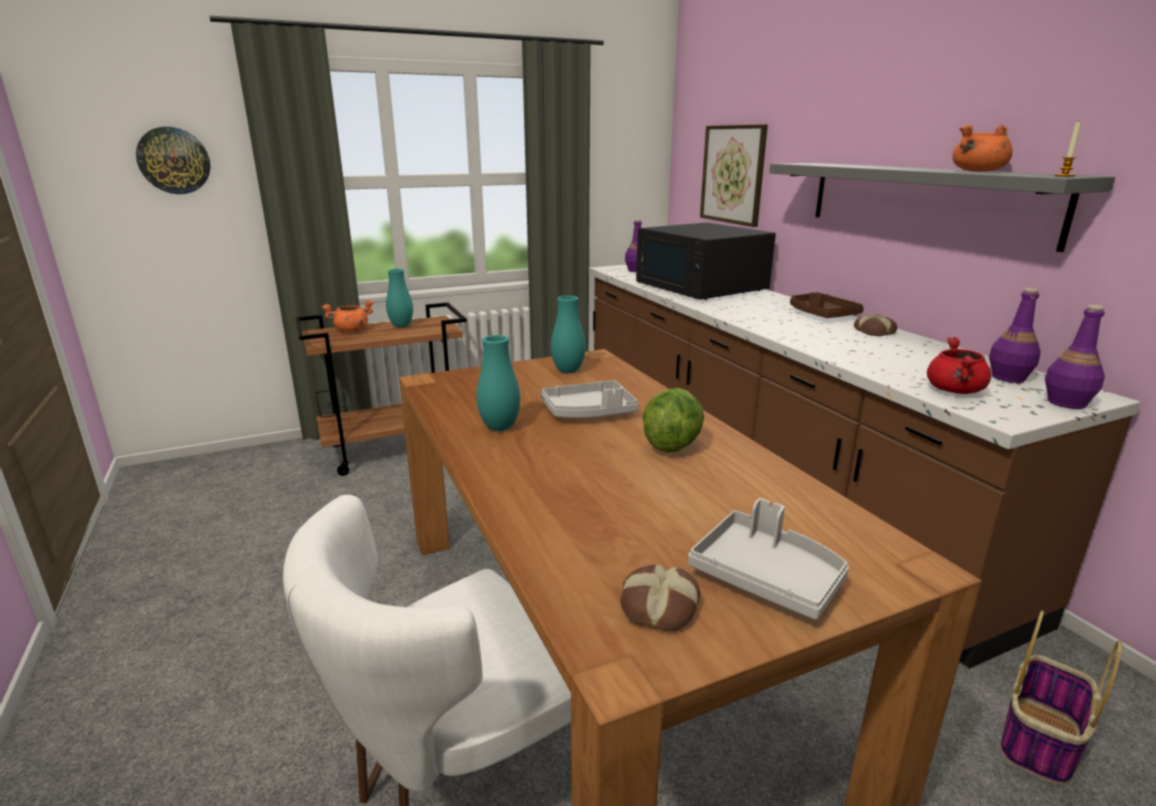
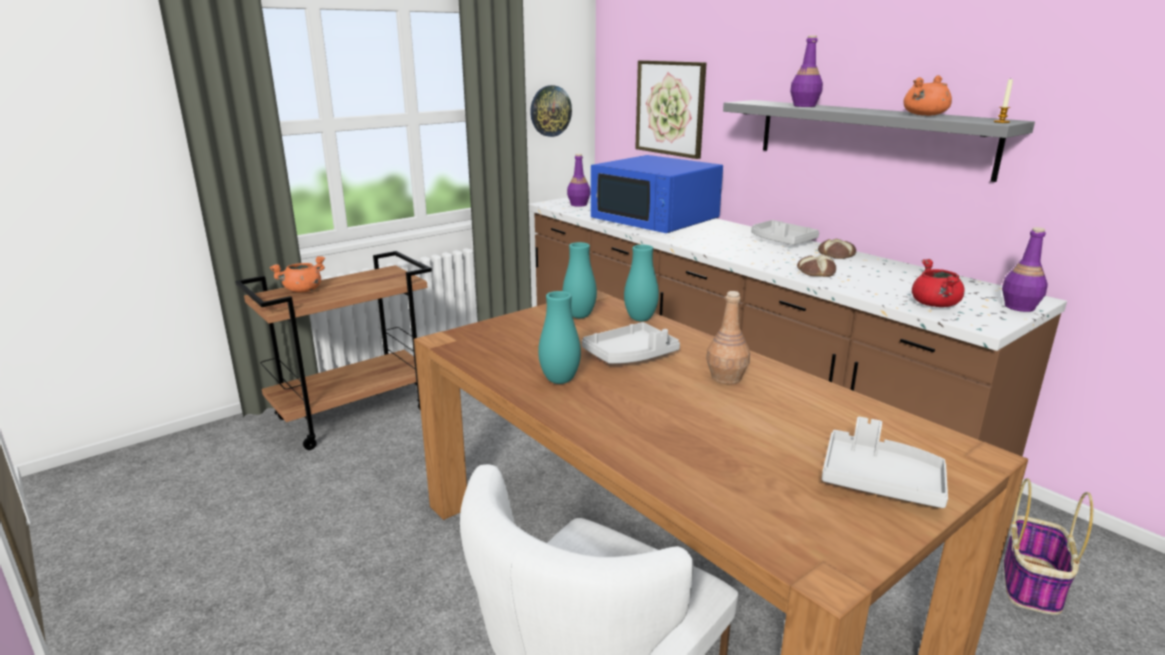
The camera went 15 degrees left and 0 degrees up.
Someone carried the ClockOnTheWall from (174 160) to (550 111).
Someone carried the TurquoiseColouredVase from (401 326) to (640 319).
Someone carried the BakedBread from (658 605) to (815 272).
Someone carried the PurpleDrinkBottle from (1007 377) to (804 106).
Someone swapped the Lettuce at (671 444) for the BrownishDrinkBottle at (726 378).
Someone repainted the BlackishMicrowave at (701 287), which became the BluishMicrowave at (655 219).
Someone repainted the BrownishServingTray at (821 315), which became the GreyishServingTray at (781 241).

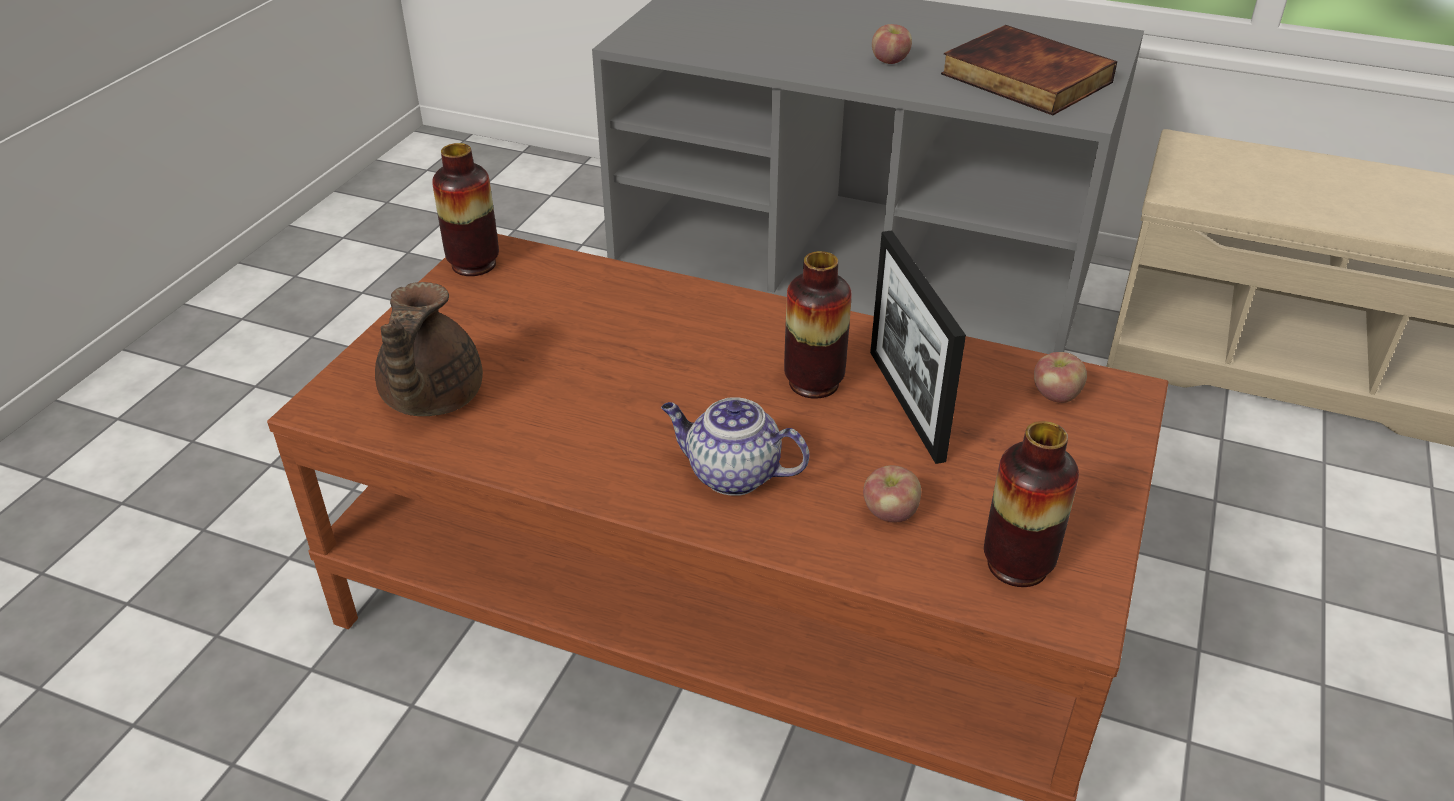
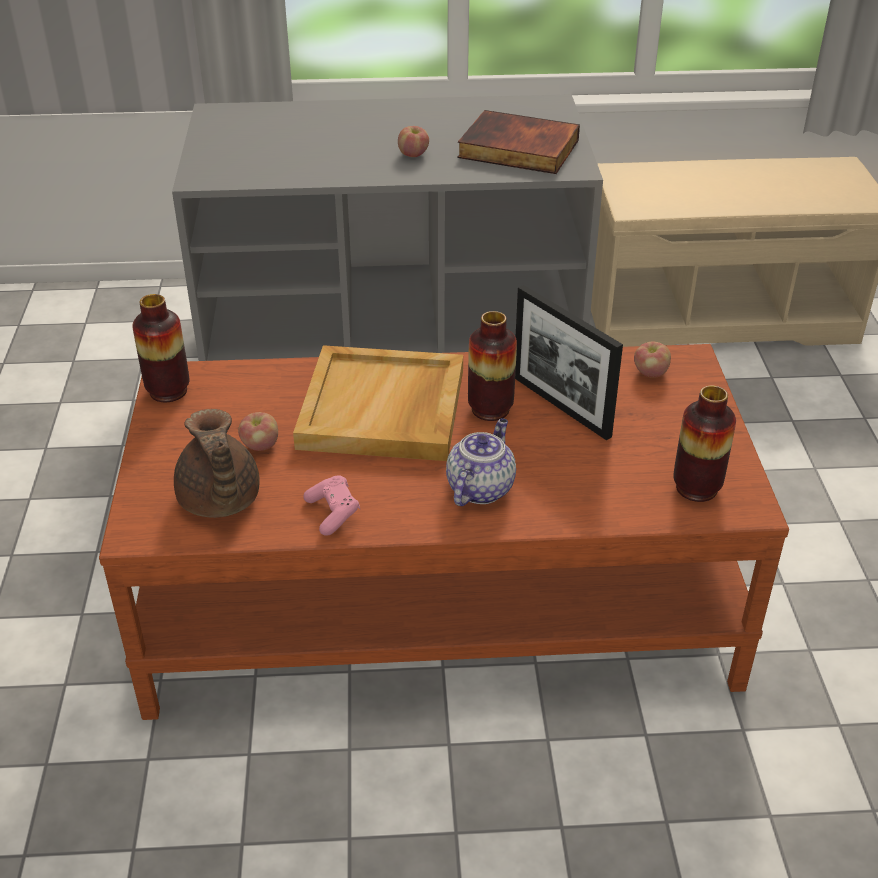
The camera went 25 degrees left and 0 degrees up.
Someone put down the BeigeColouredServingTray at (383 409).
Someone put down the PinkColouredGamepad at (333 513).
Someone carried the Apple from (890 513) to (260 446).
Someone rotated the Teapot at (731 474) by 120 degrees clockwise.

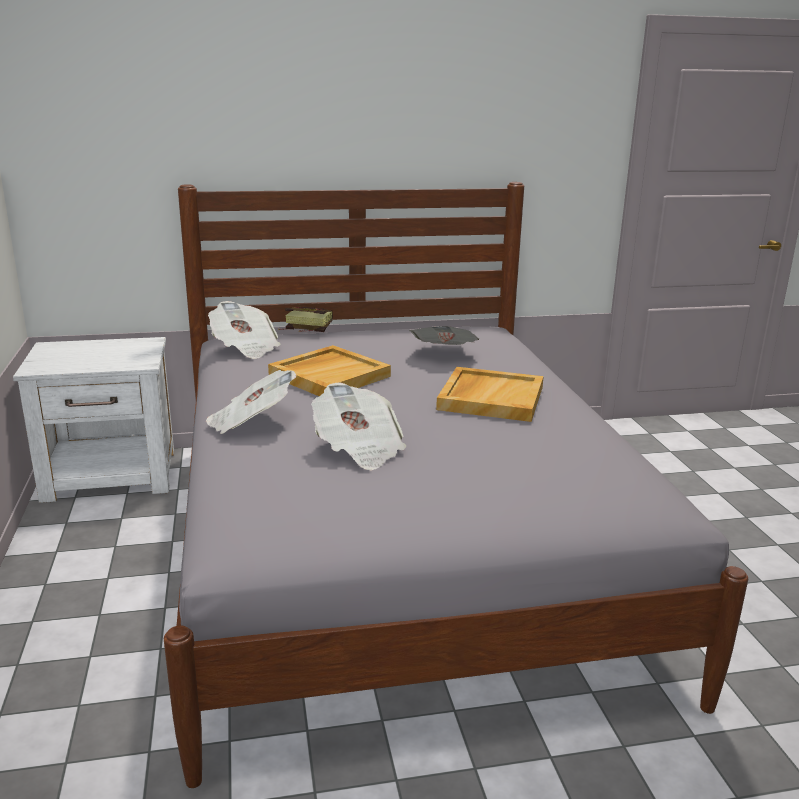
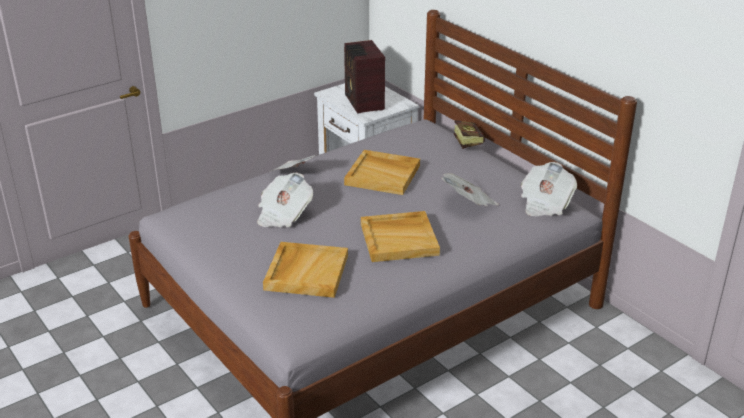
The camera went 65 degrees right and 10 degrees up.
Someone put down the BeigeColouredServingTray at (306 272).
Someone put down the RadioSet at (363 103).
Someone carried the DailyPaper from (245 348) to (545 203).

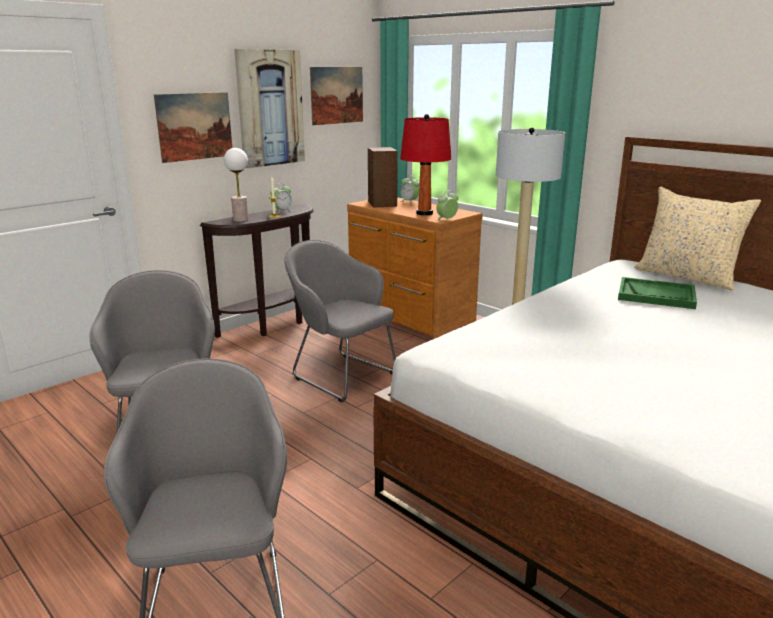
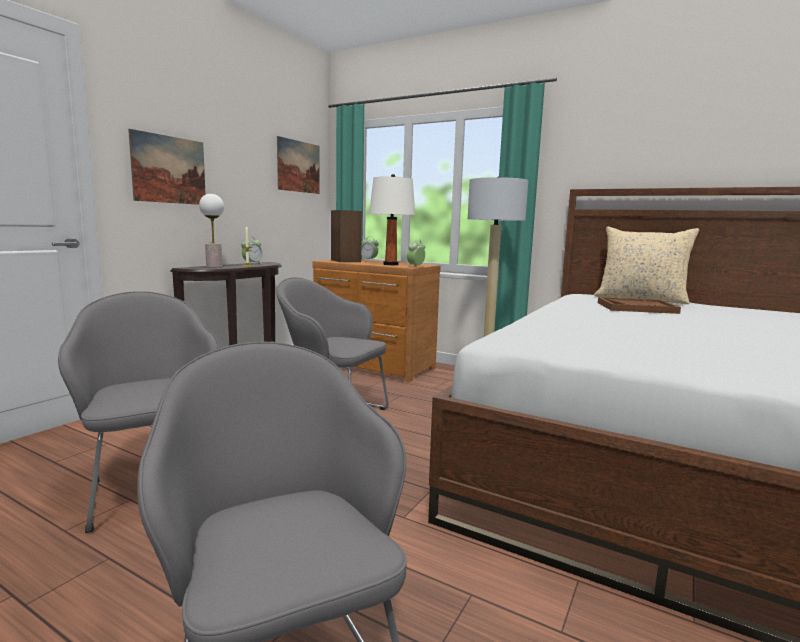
The camera went 15 degrees left and 10 degrees down.
Someone took away the WallPicture at (270 108).
Someone repainted the ReddishTabletopLamp at (424 213), which became the WhiteColouredTabletopLamp at (391 264).
Someone repainted the GreenColouredServingTray at (656 295), which became the BrownishServingTray at (636 308).

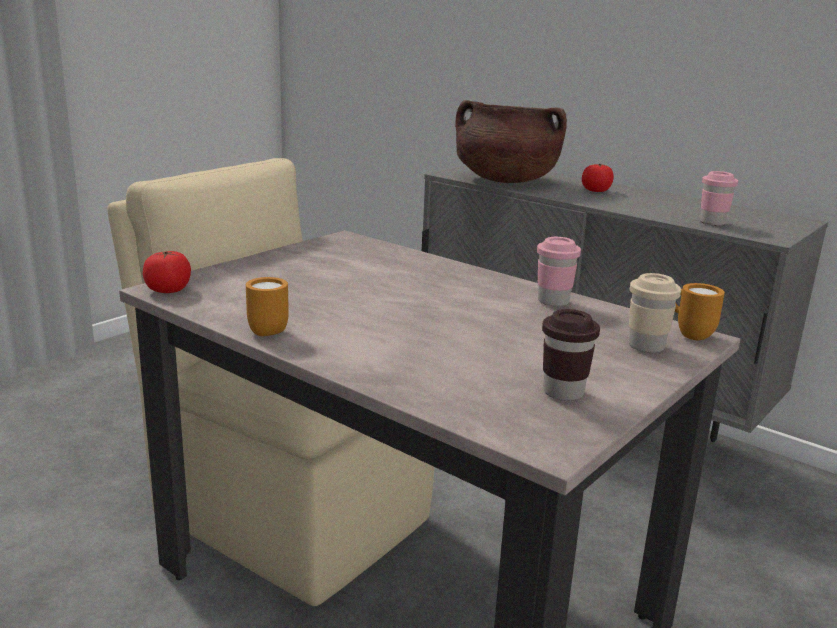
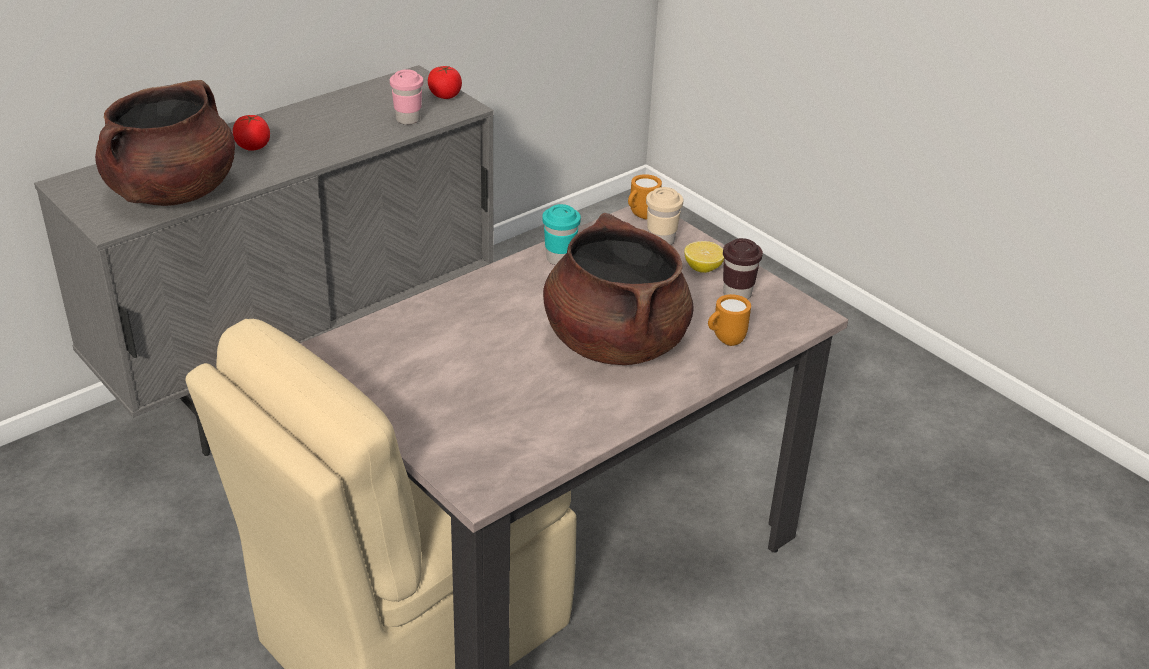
The camera went 80 degrees left and 15 degrees up.
Someone put down the BrownishCookingPot at (614 342).
Someone put down the Lemon at (703 268).
Someone carried the WholeTomato from (168 290) to (445 95).
Someone carried the OrangeyMug from (265 330) to (724 341).
Someone repainted the PinkColouredCup at (553 301), which became the TurquoiseColouredCup at (560 259).

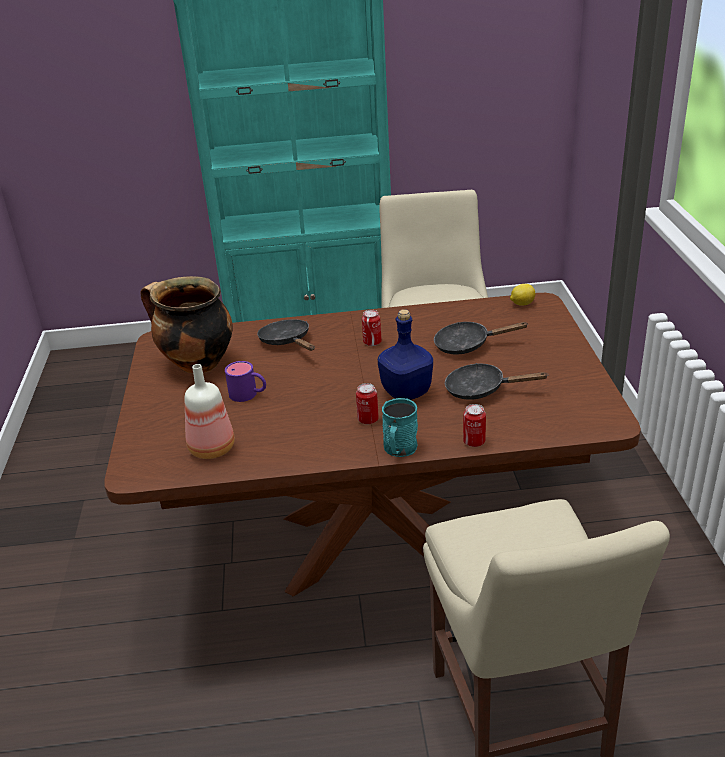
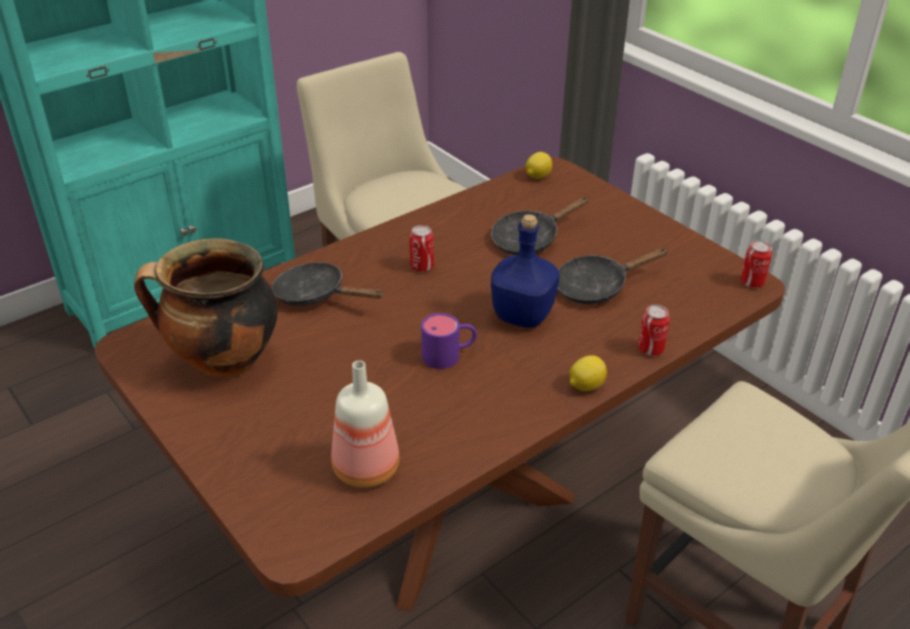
The camera went 35 degrees left and 5 degrees up.
Someone carried the PurpleMug from (249 394) to (449 355).
Someone carried the MetalCan from (368 419) to (752 282).
Someone swapped the TurquoiseColouredMug at (399 449) for the Lemon at (585 386).

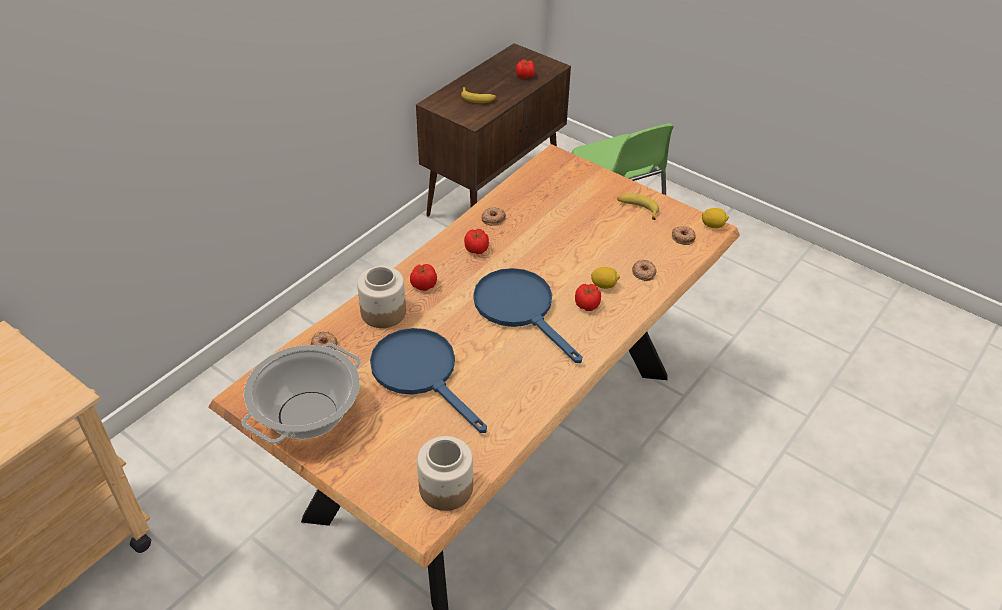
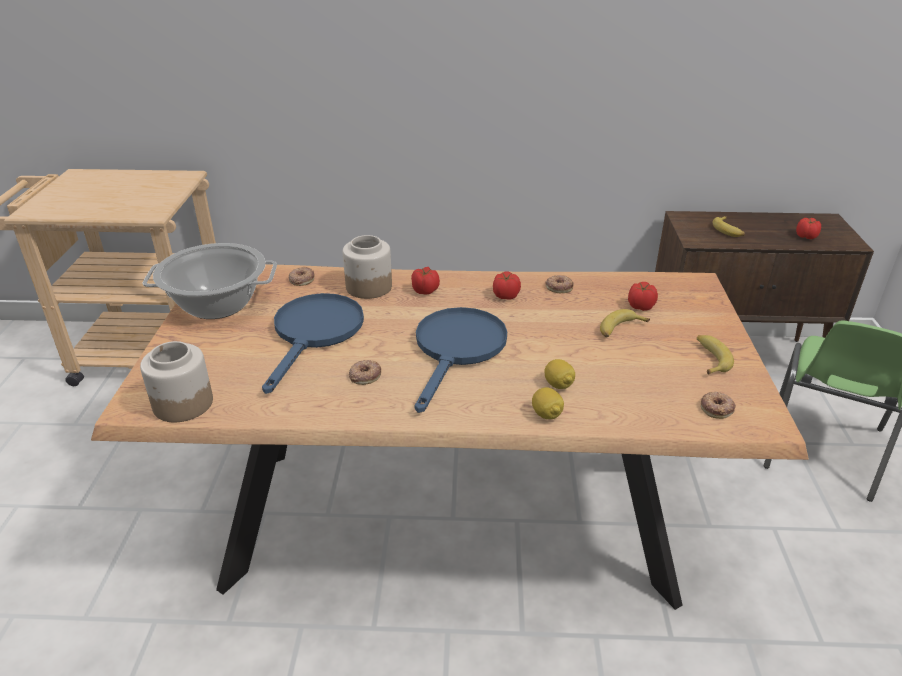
The camera went 55 degrees right and 10 degrees down.
Someone put down the WholeBanana at (620 329).
Someone carried the WholeTomato from (587 305) to (640 306).
Someone carried the Donut from (643 272) to (365 375).
Someone carried the Lemon from (713 225) to (546 414).

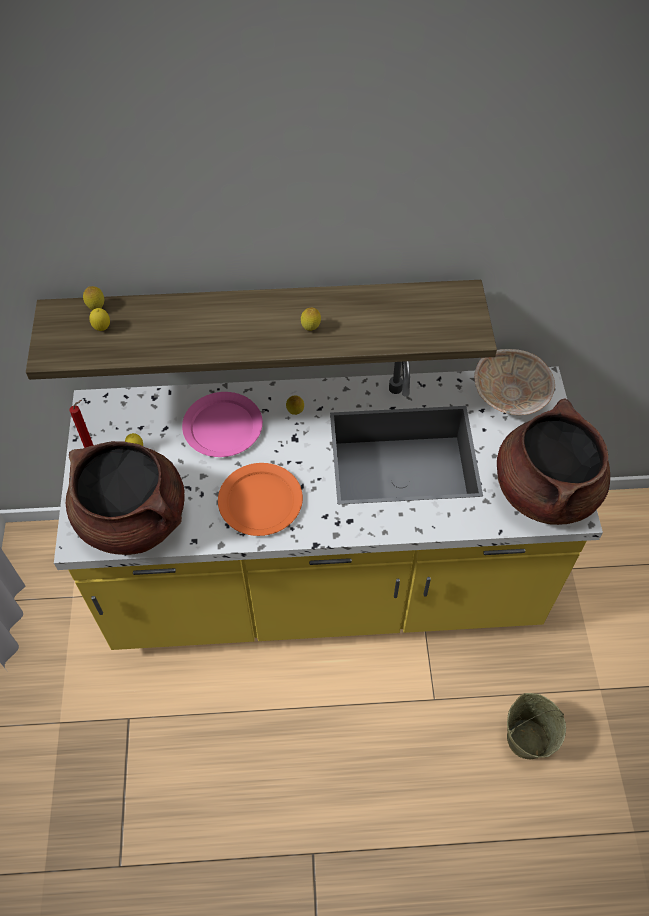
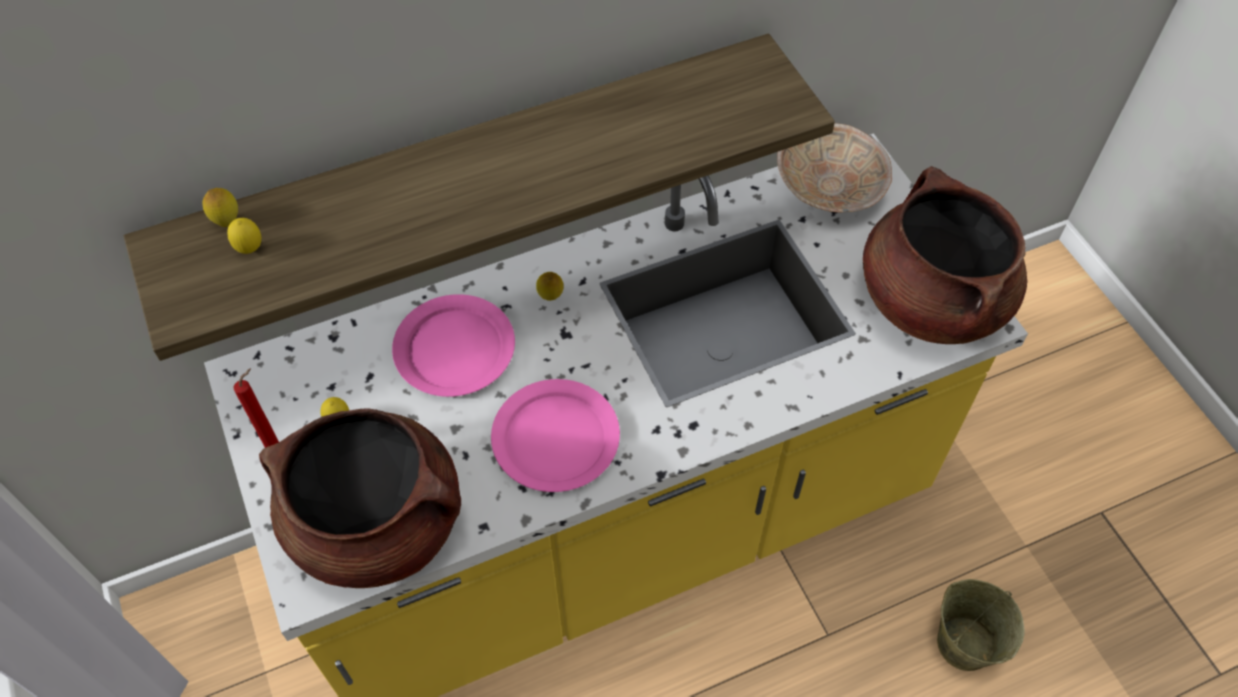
The camera went 20 degrees left and 0 degrees up.
Someone took away the Lemon at (311 329).
Someone repainted the OrangeyFlatDish at (261 501), which became the PinkColouredFlatDish at (557 438).

